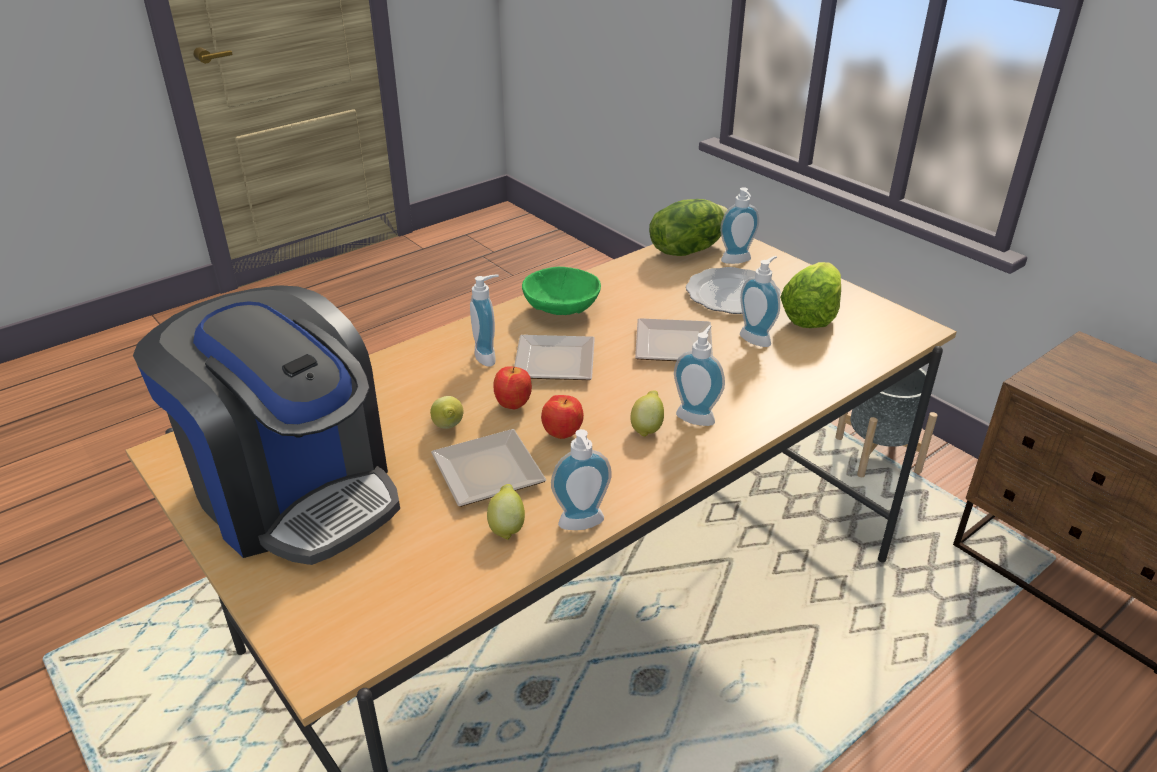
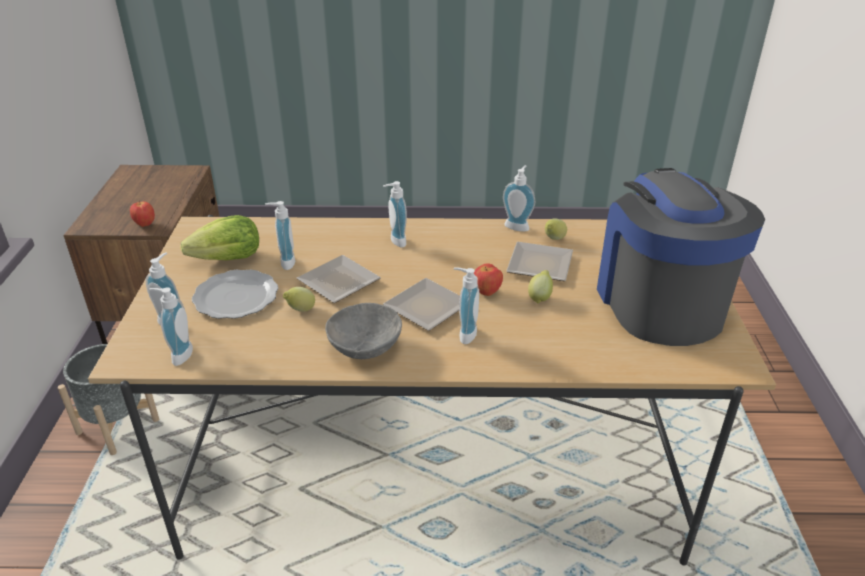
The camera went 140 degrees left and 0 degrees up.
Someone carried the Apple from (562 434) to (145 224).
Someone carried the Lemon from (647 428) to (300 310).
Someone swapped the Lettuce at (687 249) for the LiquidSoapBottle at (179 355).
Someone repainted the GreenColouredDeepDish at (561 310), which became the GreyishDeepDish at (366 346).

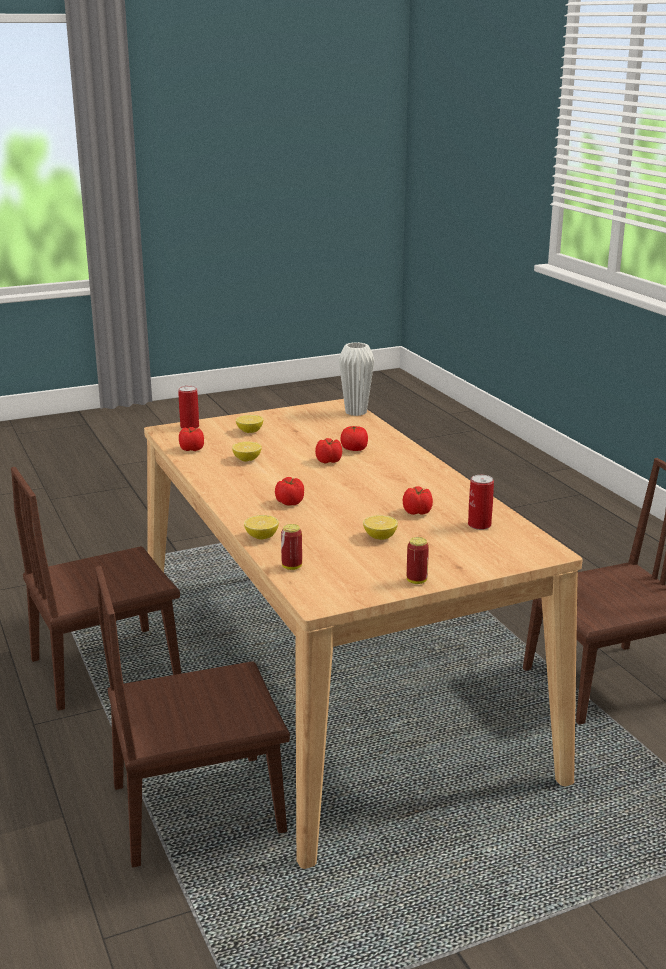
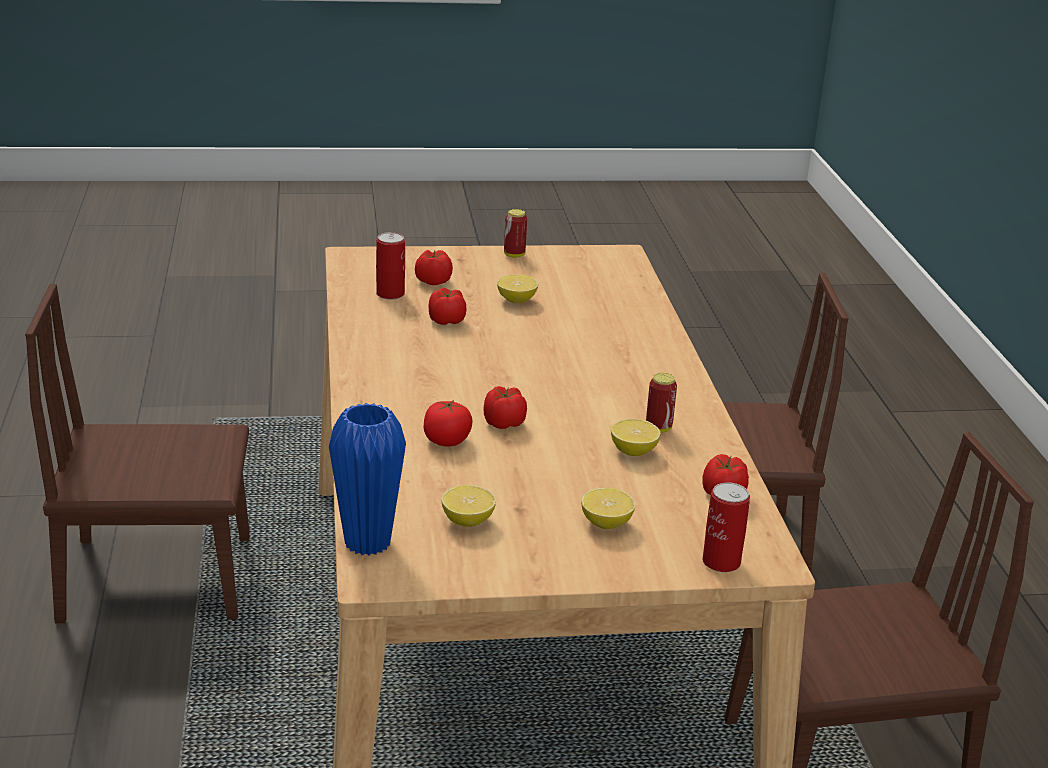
The camera went 165 degrees left and 5 degrees up.
Someone carried the Lemon from (261 537) to (467 521).
Someone carried the WholeTomato from (290 502) to (432 281).
Someone carried the MetalCan from (292 567) to (658 428).
Someone repainted the WhiteColouredVase at (356 412), which became the BluishVase at (367 542).

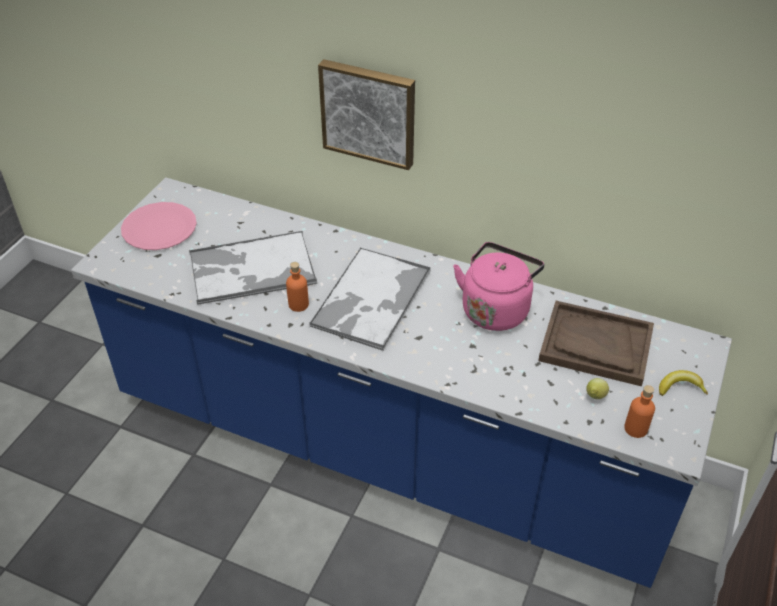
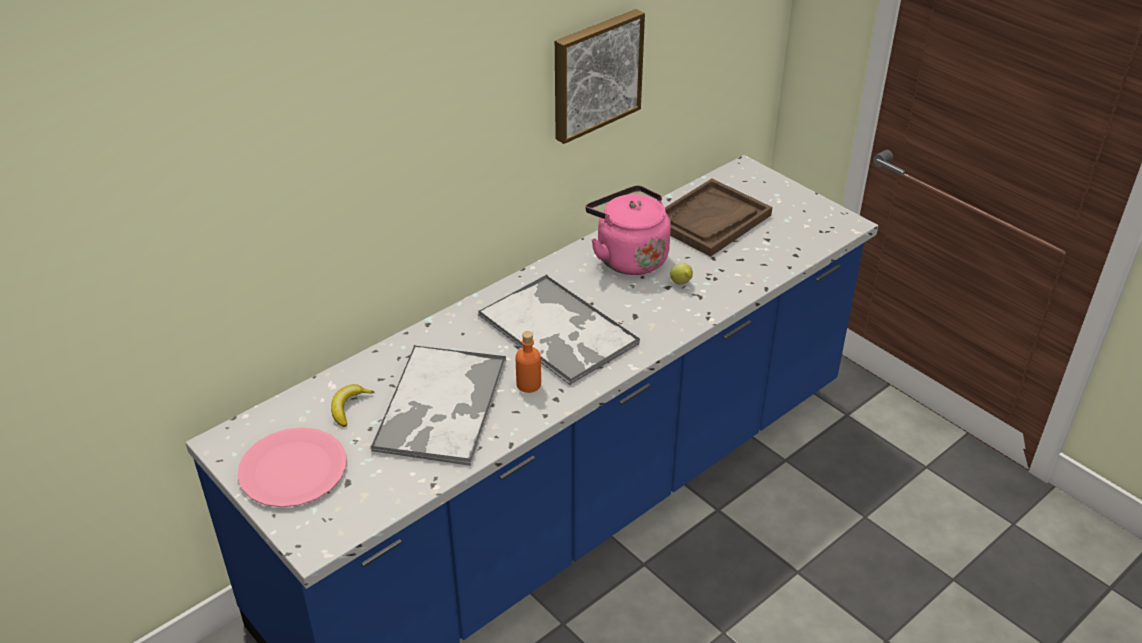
The camera went 65 degrees left and 5 degrees down.
Someone took away the OrangeyDrinkBottle at (636 428).
Someone carried the WallPicture from (369 112) to (595 74).
Someone carried the Lemon from (595 397) to (681 283).
Someone carried the WholeBanana from (680 387) to (349 407).

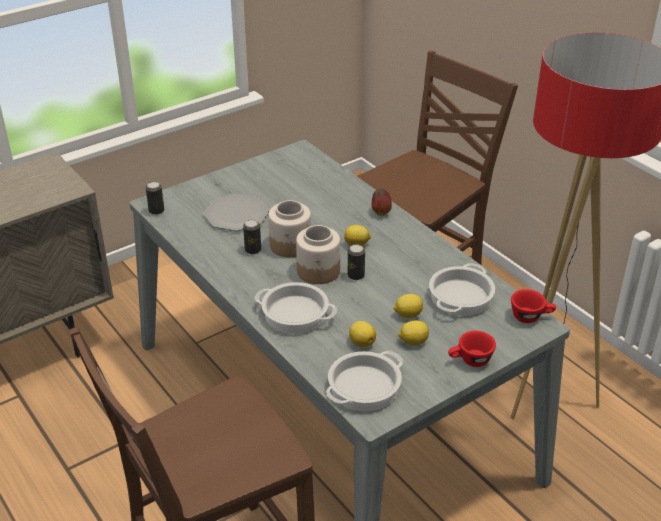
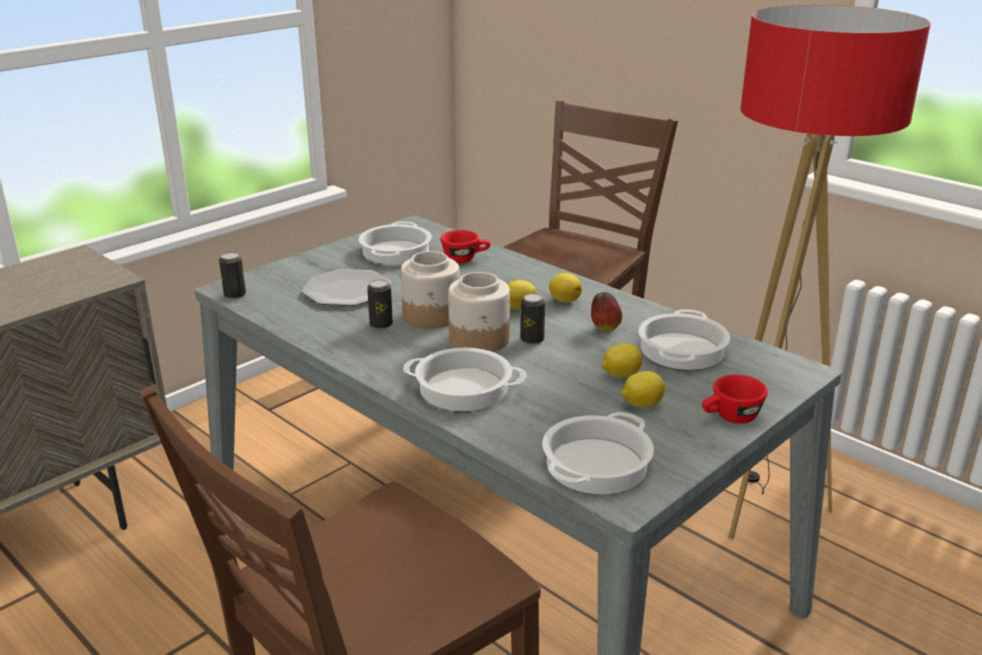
The camera went 10 degrees left and 10 degrees down.
Someone put down the CookingPot at (395 251).
Someone carried the Lemon from (361 342) to (564 300).
Someone carried the Apple from (381 213) to (604 329).
Someone carried the ReddishCup from (531 316) to (465 259).

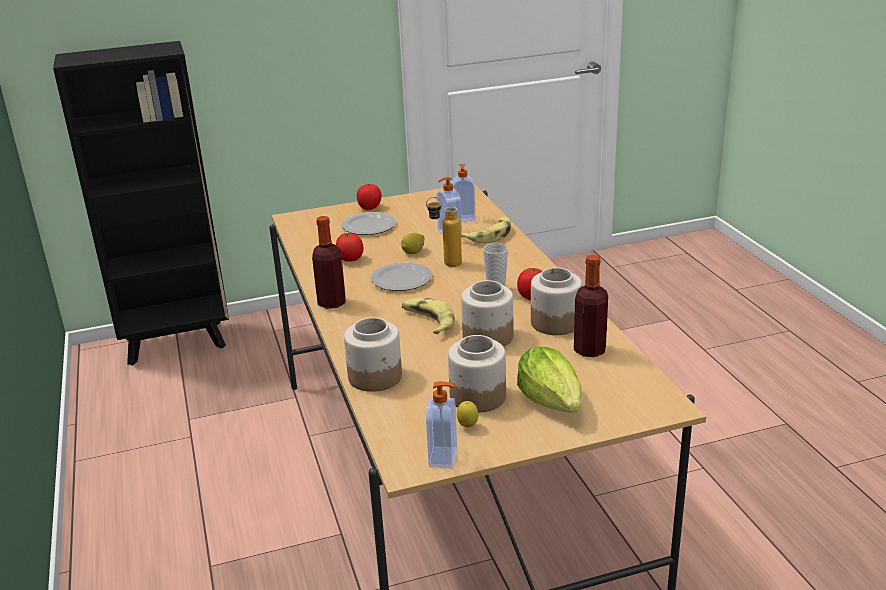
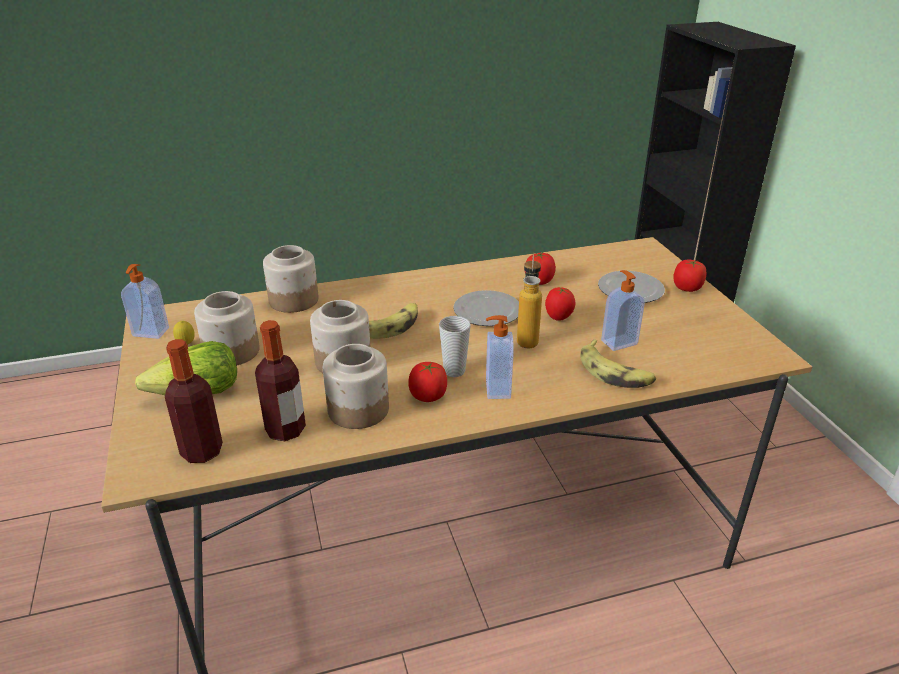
The camera went 90 degrees right and 5 degrees up.
Someone carried the DrinkBottle from (331 303) to (202 451).
Someone carried the LiquidSoapBottle from (464 218) to (496 389).
Someone swapped the Lemon at (413 252) for the WholeTomato at (558 318).

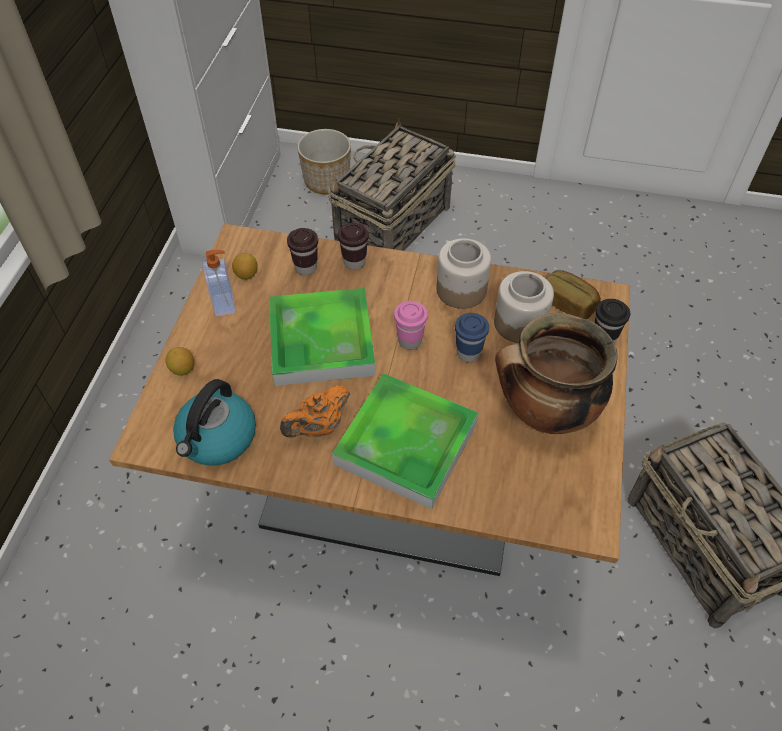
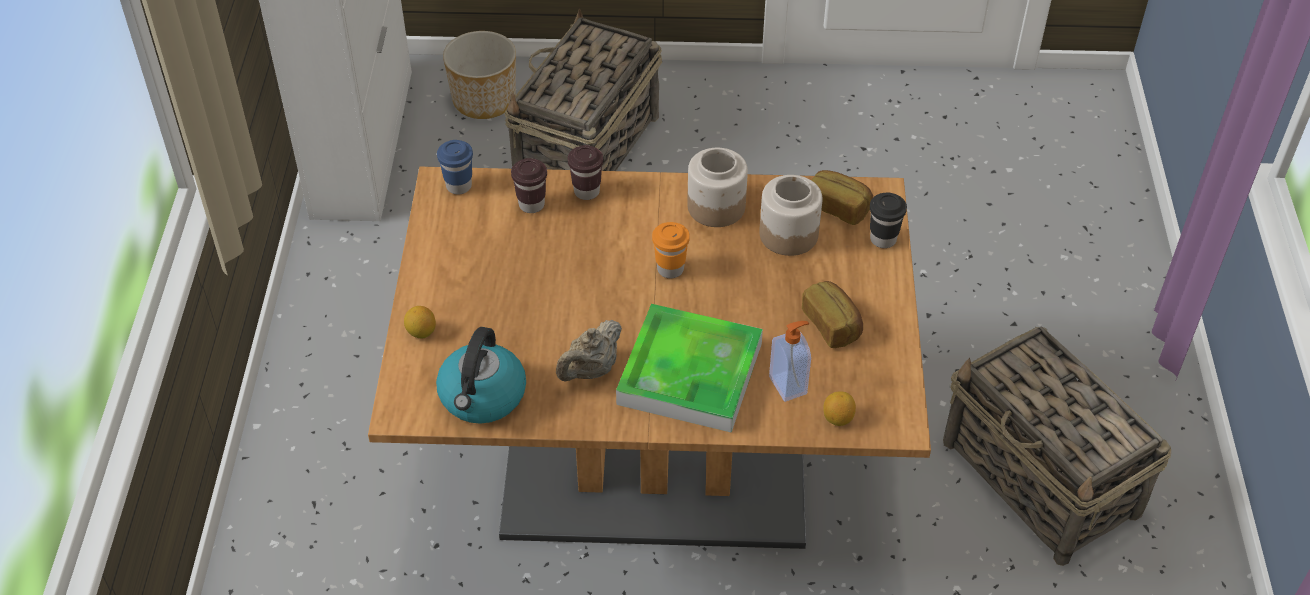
The camera went 10 degrees left and 5 degrees down.
Someone took away the ServingTray at (321 341).
Someone carried the LiquidSoapBottle from (225 304) to (789 385).
Someone carried the Lemon from (246 275) to (838 418).
Someone carried the BluishCup from (468 353) to (459 186).
Someone swapped the CookingPot at (544 414) for the BakedBread at (832 324).
Someone repainted the OrangeyTeapot at (318 427), which became the BeigeColouredTeapot at (591 370).
Someone repainted the PinkColouredCup at (410 341), which became the OrangeyCup at (670 269).

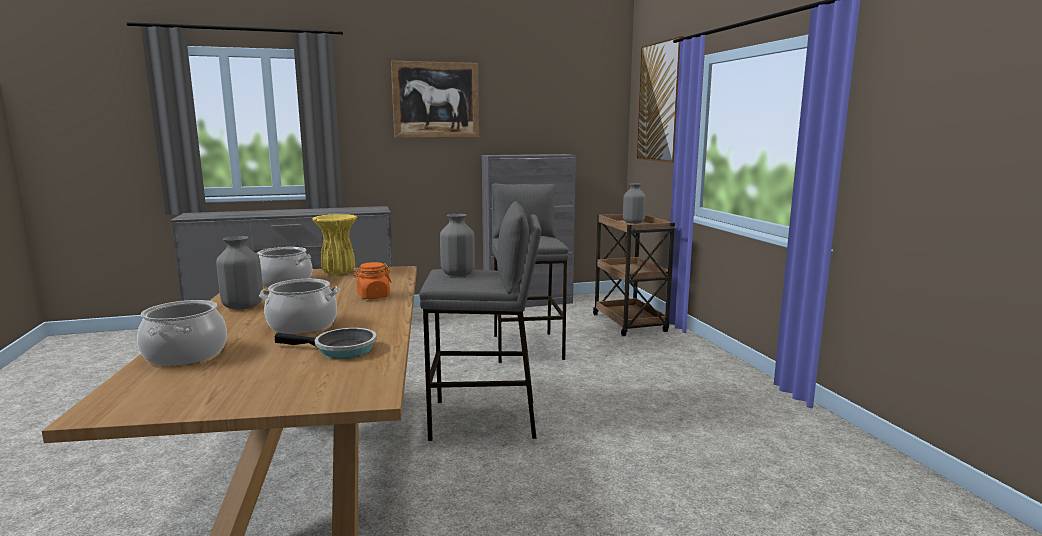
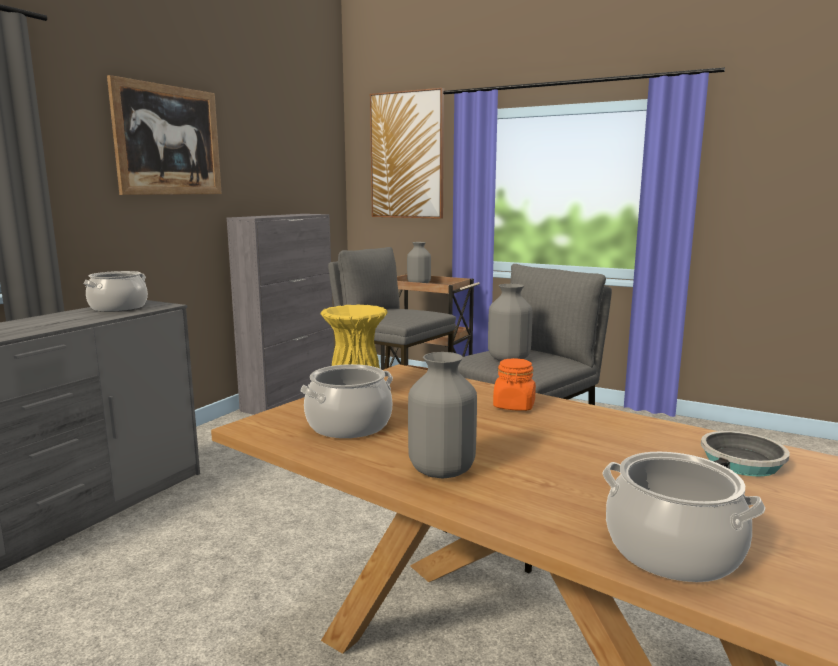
The camera went 45 degrees left and 0 degrees up.
Someone carried the CookingPot from (302 326) to (118 307).

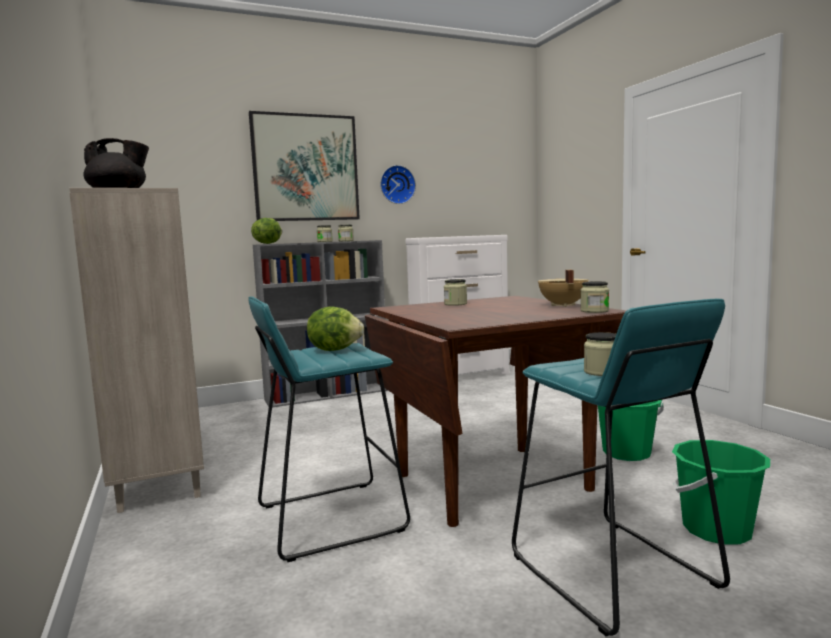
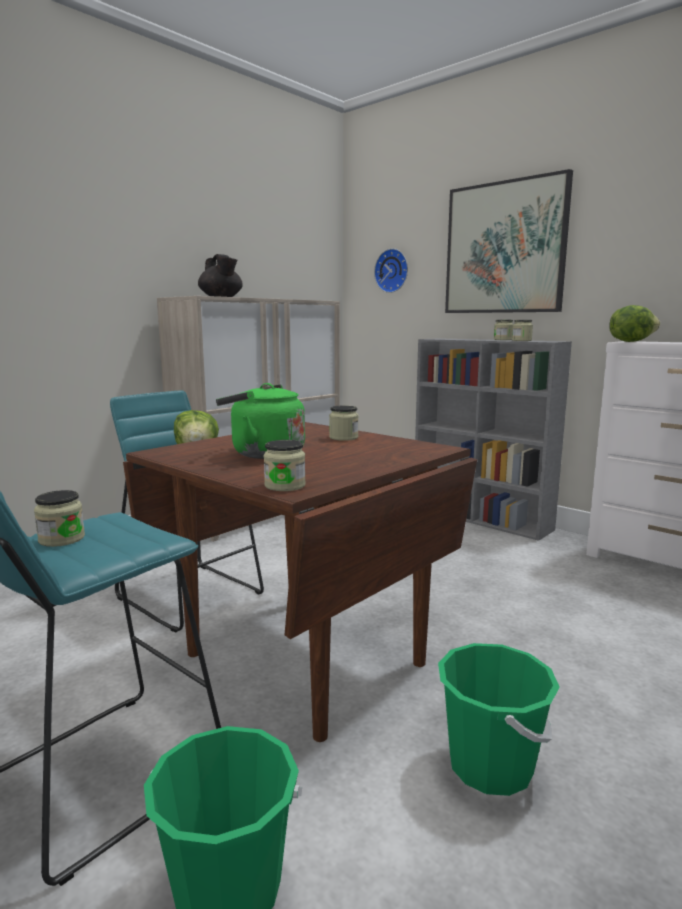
The camera went 65 degrees right and 5 degrees up.
Someone took away the BeigeColouredCookingPot at (562 305).
Someone put down the GreenColouredTeaKettle at (263 453).
Someone carried the Lettuce from (267 243) to (630 341).
Someone carried the ClockOnTheWall from (397 185) to (392 271).

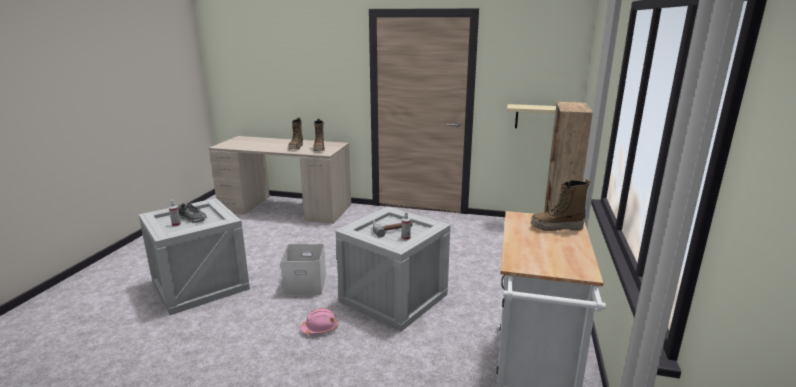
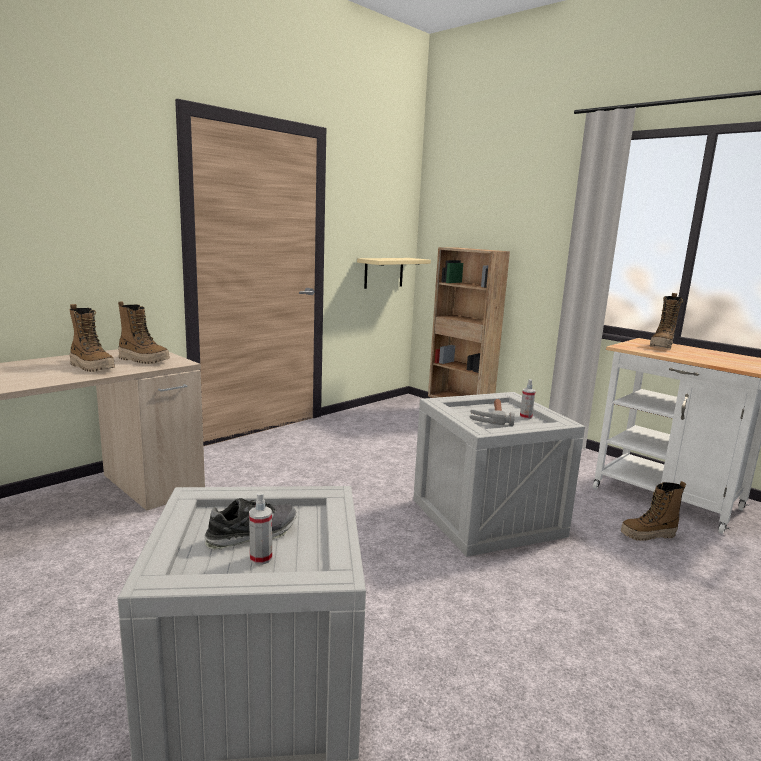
The camera went 60 degrees left and 5 degrees down.
Someone took away the WhiteColouredStorageBin at (306 285).
Someone took away the PinkColouredHardHat at (320 328).
Someone put down the Boot at (648 535).

